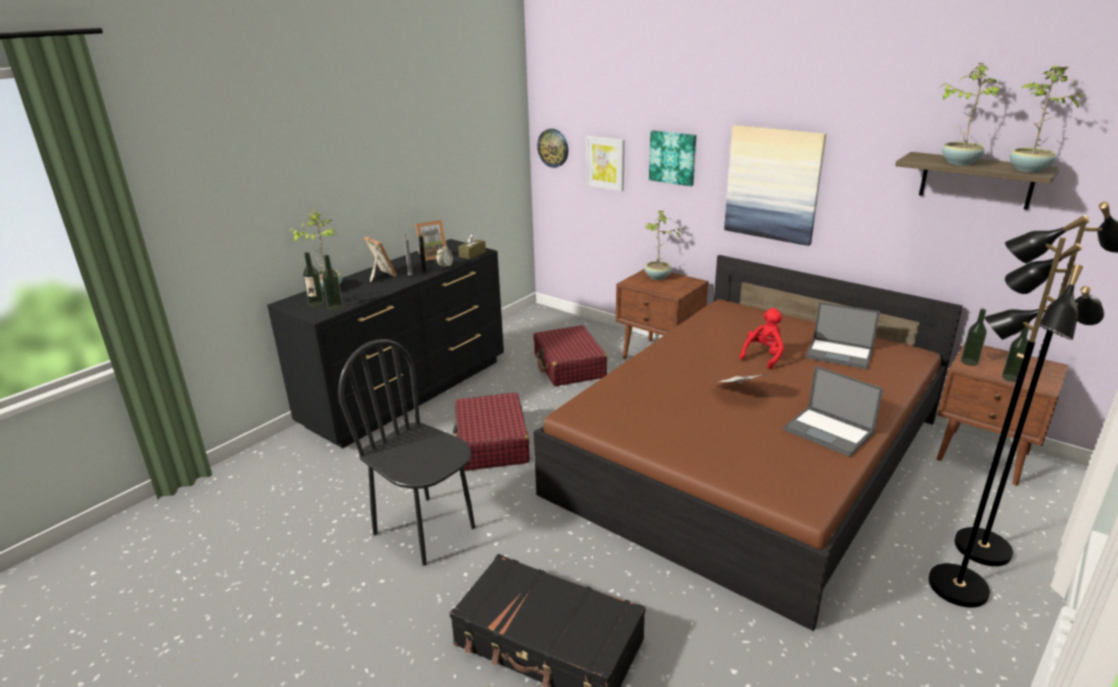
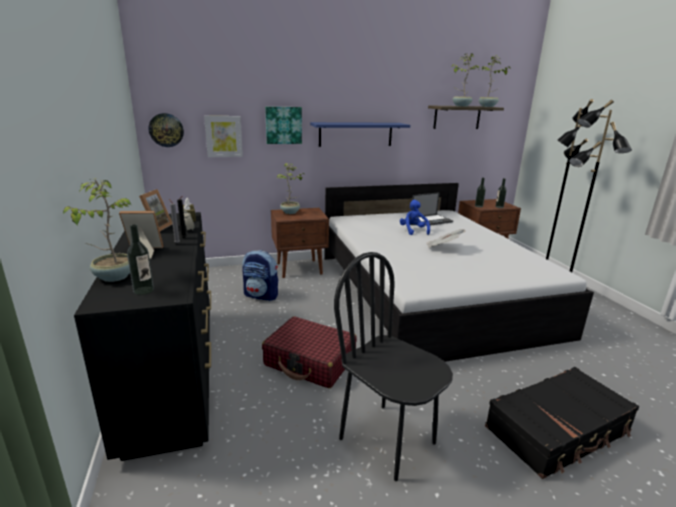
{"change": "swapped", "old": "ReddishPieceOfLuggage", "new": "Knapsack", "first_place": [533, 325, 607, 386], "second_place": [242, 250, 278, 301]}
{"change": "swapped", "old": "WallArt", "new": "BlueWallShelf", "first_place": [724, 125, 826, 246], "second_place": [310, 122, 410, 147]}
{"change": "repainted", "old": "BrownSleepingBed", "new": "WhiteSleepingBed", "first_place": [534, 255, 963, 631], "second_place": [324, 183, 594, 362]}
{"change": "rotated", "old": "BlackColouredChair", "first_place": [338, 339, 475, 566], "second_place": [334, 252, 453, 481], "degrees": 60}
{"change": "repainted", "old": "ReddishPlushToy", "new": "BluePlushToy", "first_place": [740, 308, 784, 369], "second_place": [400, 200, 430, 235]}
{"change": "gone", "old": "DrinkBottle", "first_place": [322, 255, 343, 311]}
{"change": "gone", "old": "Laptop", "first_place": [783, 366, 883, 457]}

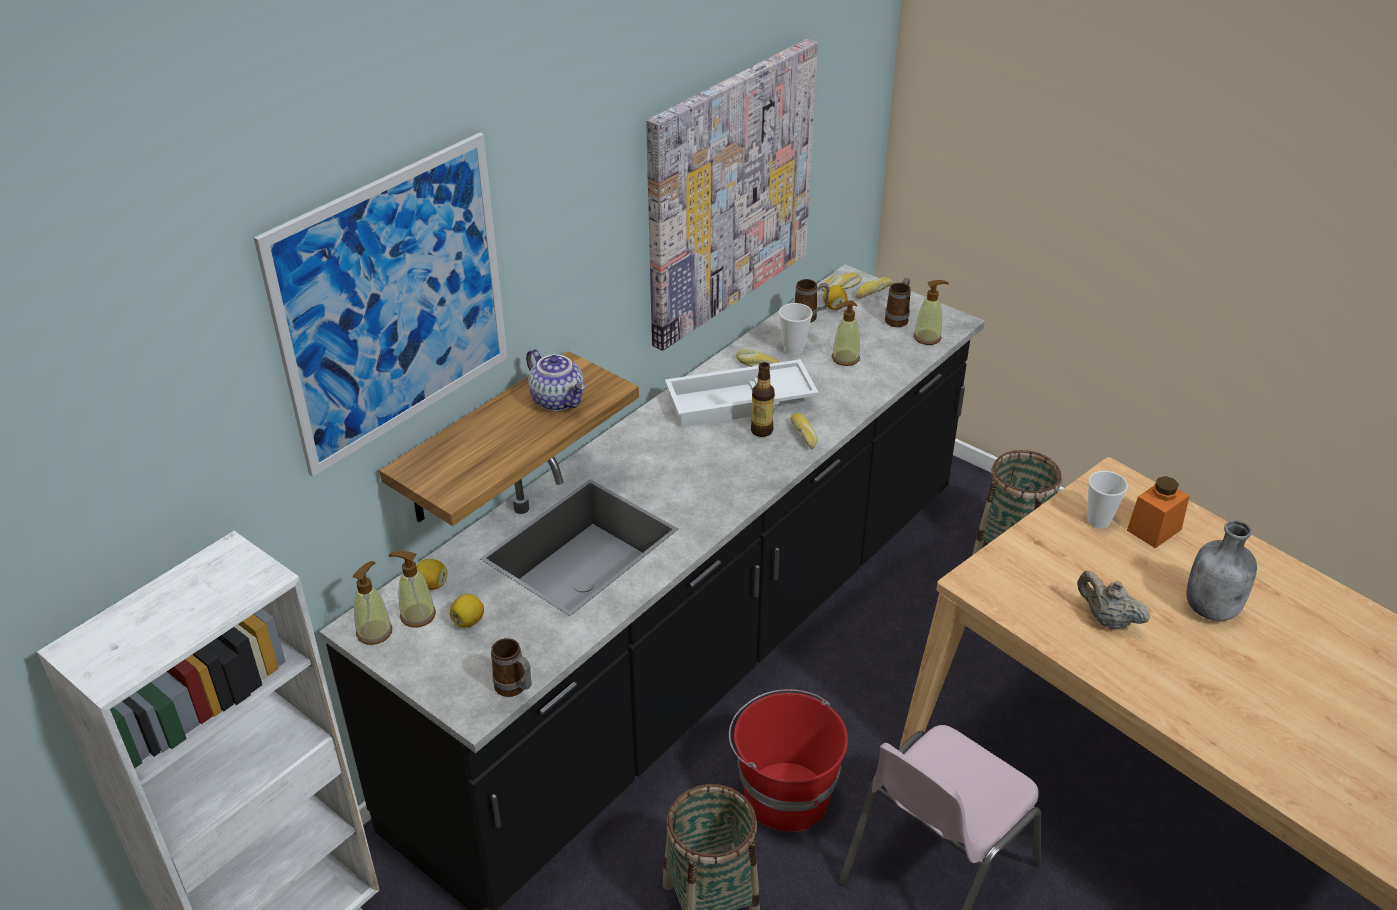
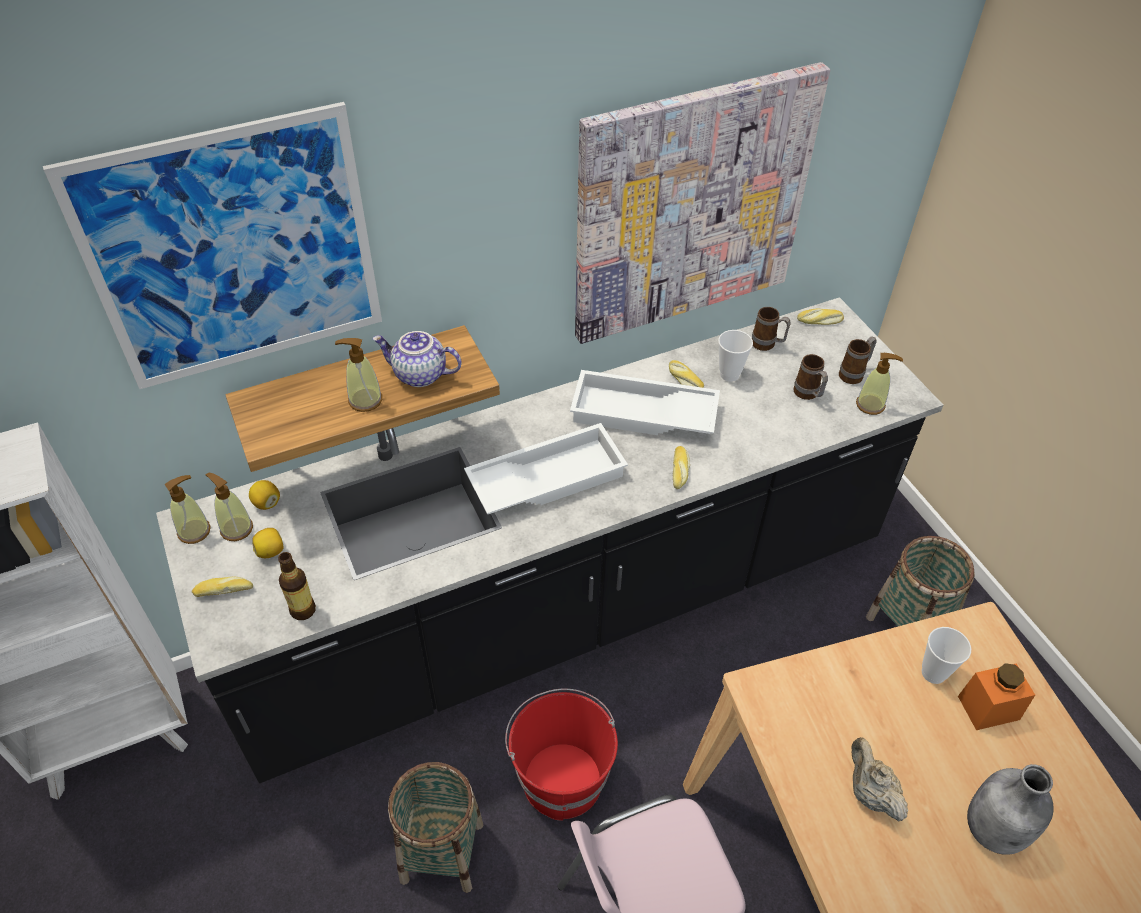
{"change": "shifted", "old": "BakedBread", "first_place": [855, 277, 893, 299], "second_place": [192, 577, 253, 597]}
{"change": "shifted", "old": "DrinkBottle", "first_place": [751, 362, 775, 437], "second_place": [278, 552, 316, 620]}
{"change": "shifted", "old": "SoapDispenser", "first_place": [832, 300, 860, 366], "second_place": [335, 338, 382, 412]}
{"change": "rotated", "old": "TeaPot", "first_place": [526, 349, 585, 411], "second_place": [372, 331, 462, 387], "degrees": 120}
{"change": "new", "new": "WhiteCarryingTray", "second_place": [464, 423, 628, 514]}
{"change": "shifted", "old": "Mug", "first_place": [491, 638, 532, 697], "second_place": [794, 354, 828, 400]}
{"change": "gone", "old": "CitrusFruit", "first_place": [823, 286, 848, 310]}

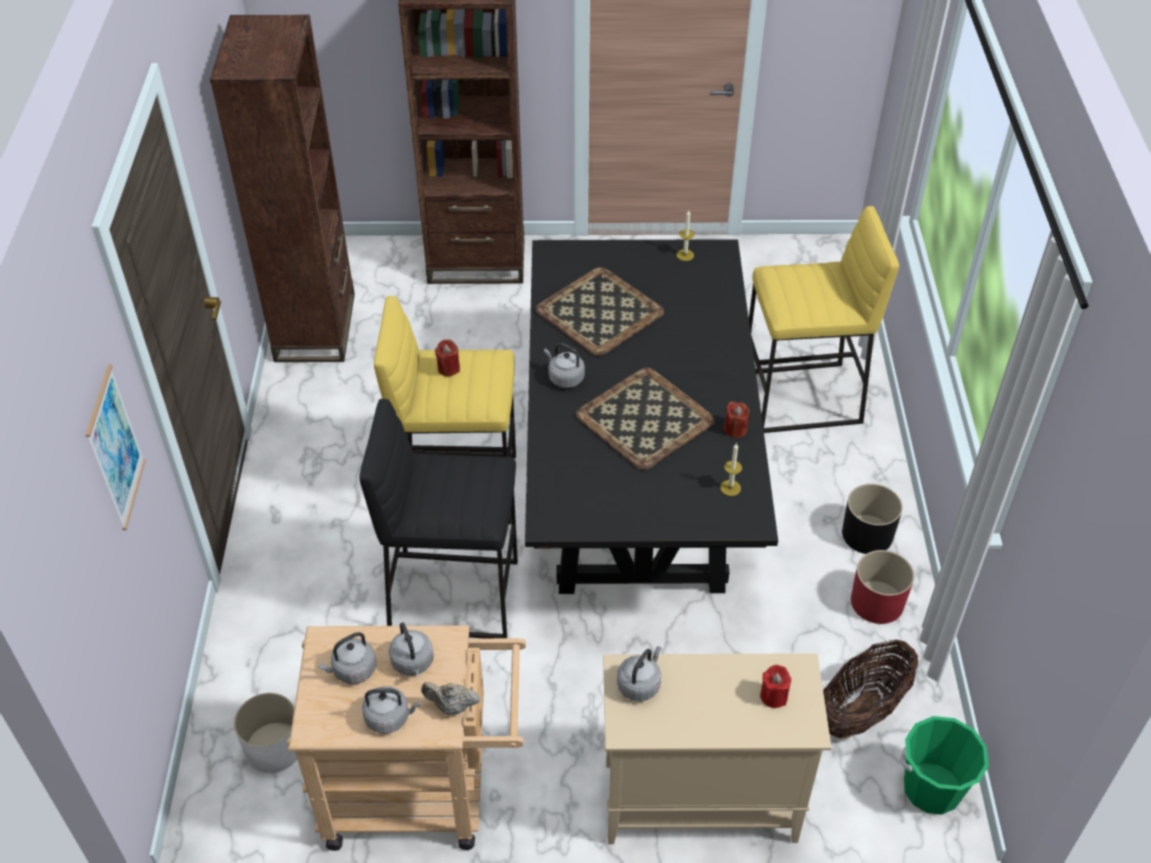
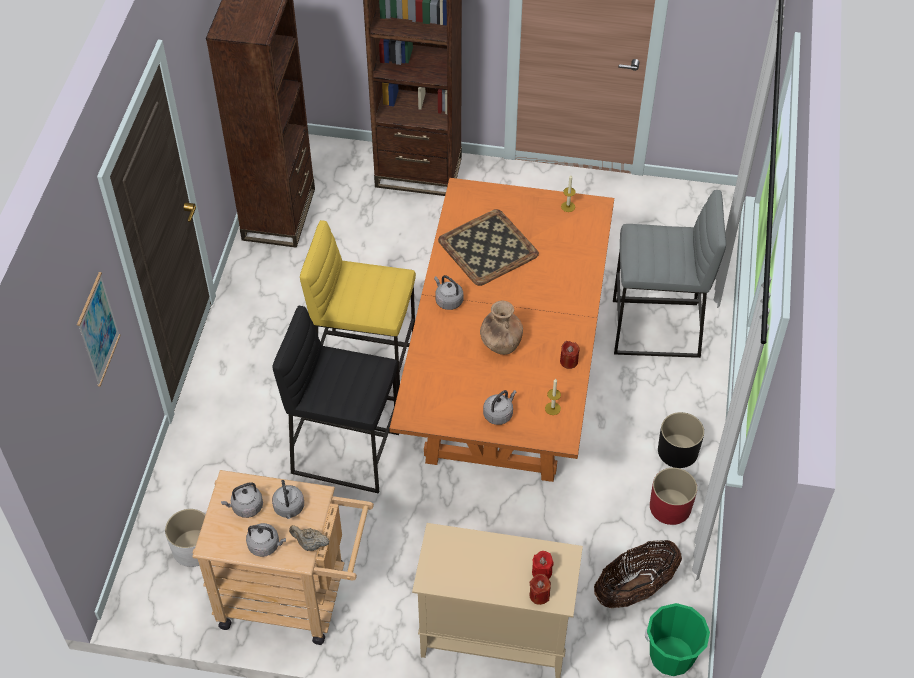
{"change": "repainted", "old": "BlackColouredKitchenTable", "new": "OrangeColouredKitchenTable", "first_place": [525, 239, 778, 594], "second_place": [389, 178, 614, 482]}
{"change": "swapped", "old": "CarryingTray", "new": "BrownFlowerVase", "first_place": [576, 367, 715, 470], "second_place": [480, 301, 523, 355]}
{"change": "shifted", "old": "GreyWaterKettle", "first_place": [617, 646, 662, 701], "second_place": [483, 390, 516, 425]}
{"change": "shifted", "old": "ReddishWaxLight", "first_place": [435, 339, 460, 376], "second_place": [530, 574, 551, 605]}
{"change": "repainted", "old": "YellowStool", "new": "GreyStool", "first_place": [749, 206, 899, 433], "second_place": [613, 190, 726, 358]}

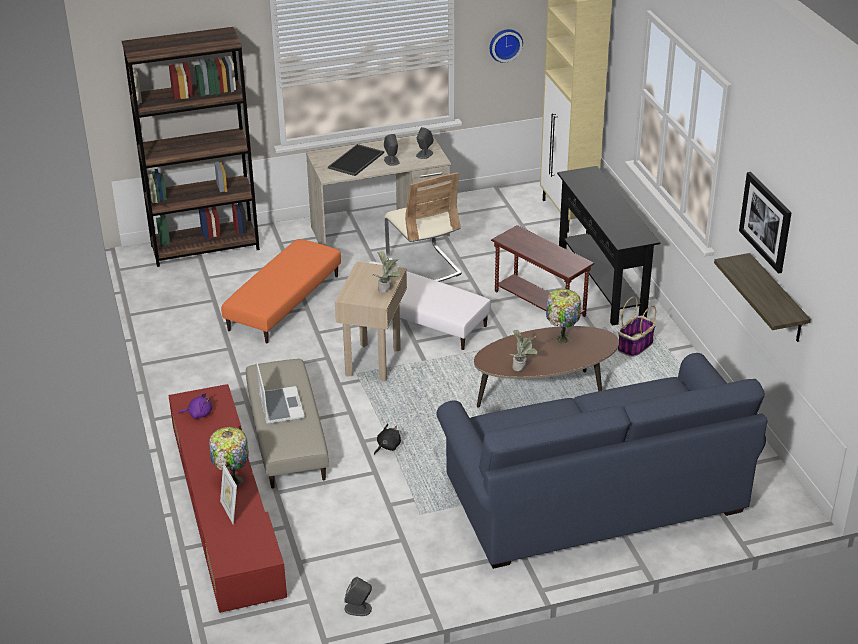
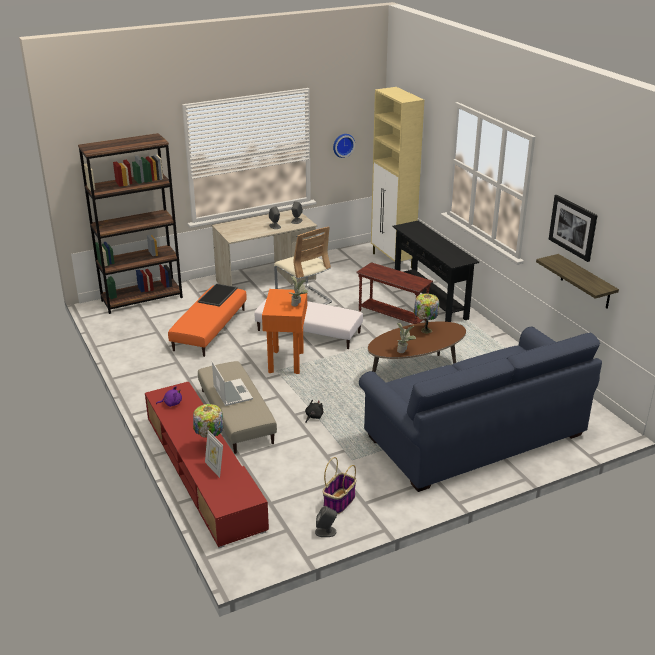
{"change": "shifted", "old": "CarryingTray", "first_place": [328, 144, 384, 176], "second_place": [198, 284, 238, 307]}
{"change": "repainted", "old": "BeigeSideTable", "new": "OrangeColouredSideTable", "first_place": [335, 262, 407, 381], "second_place": [262, 289, 307, 374]}
{"change": "shifted", "old": "StorageBasket", "first_place": [618, 297, 656, 357], "second_place": [323, 457, 356, 514]}

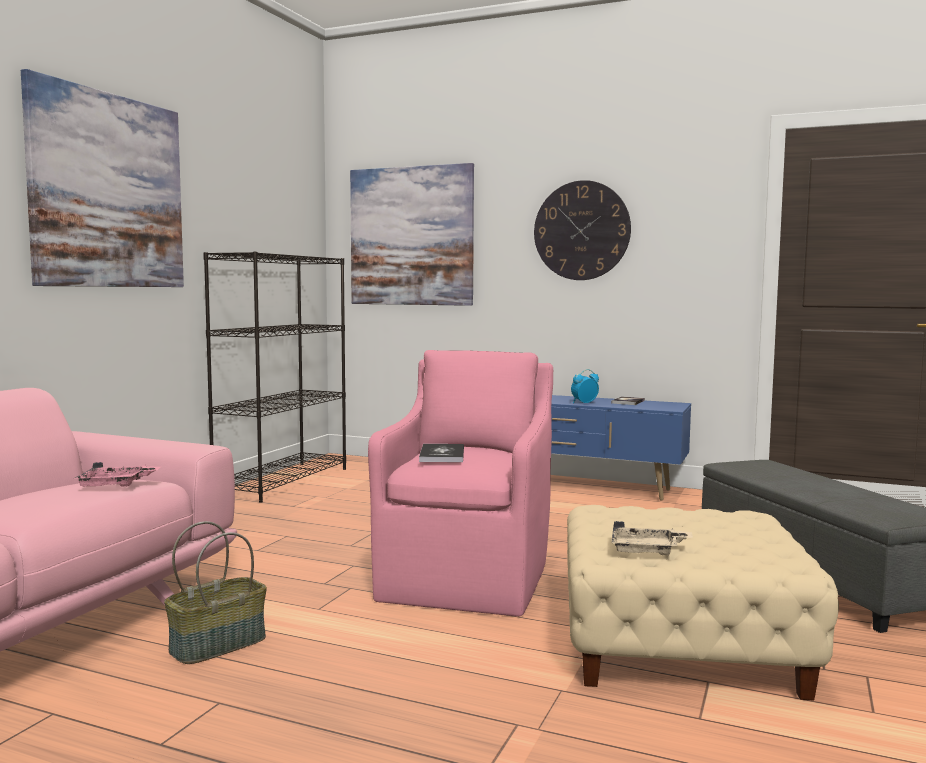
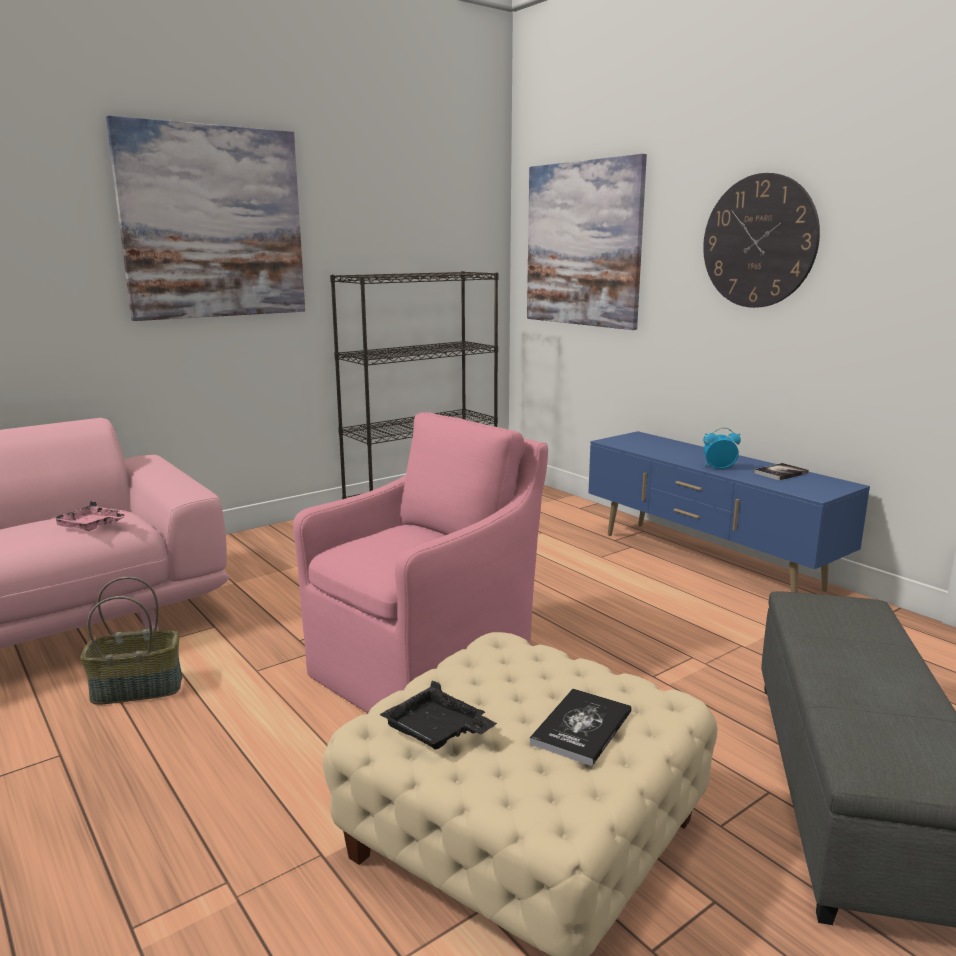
{"change": "repainted", "old": "BeigeCarryingTray", "new": "BlackColouredCarryingTray", "first_place": [612, 521, 693, 556], "second_place": [379, 680, 497, 750]}
{"change": "shifted", "old": "Book", "first_place": [419, 444, 464, 462], "second_place": [529, 689, 631, 766]}

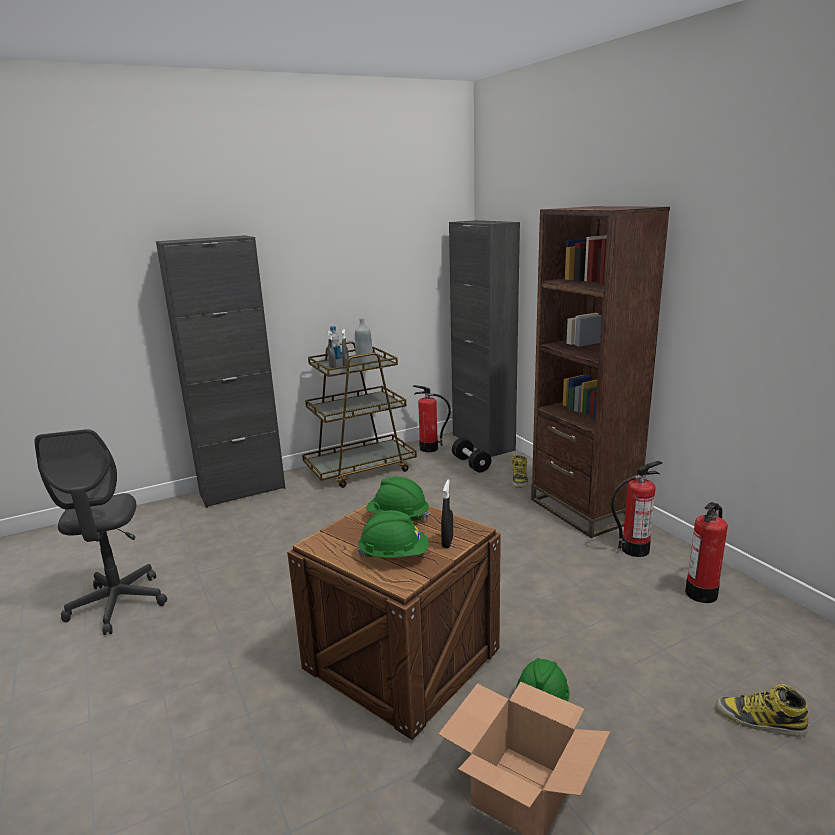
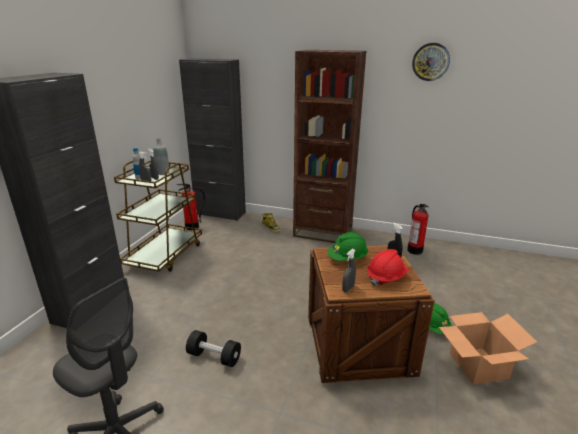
{"change": "shifted", "old": "BlackColouredDumbbell", "first_place": [452, 438, 491, 473], "second_place": [186, 330, 241, 367]}
{"change": "new", "new": "GreySprayer", "second_place": [342, 249, 356, 292]}
{"change": "repainted", "old": "GreenSafetyHelmet", "new": "ReddishSafetyHelmet", "first_place": [357, 510, 429, 558], "second_place": [367, 249, 409, 286]}
{"change": "new", "new": "ClockOnTheWall", "second_place": [412, 43, 450, 81]}
{"change": "gone", "old": "Extinguisher", "first_place": [611, 461, 662, 557]}
{"change": "gone", "old": "HighTopBoot", "first_place": [716, 684, 808, 737]}

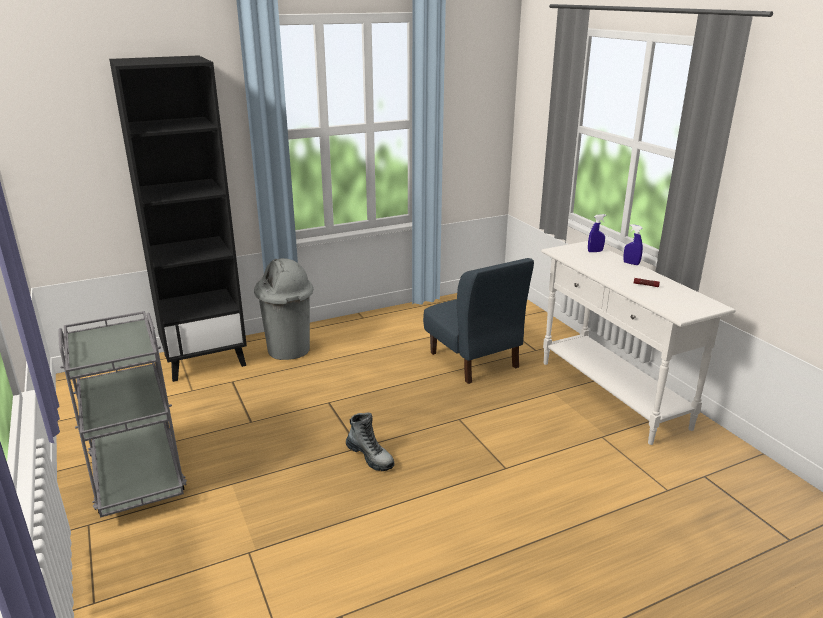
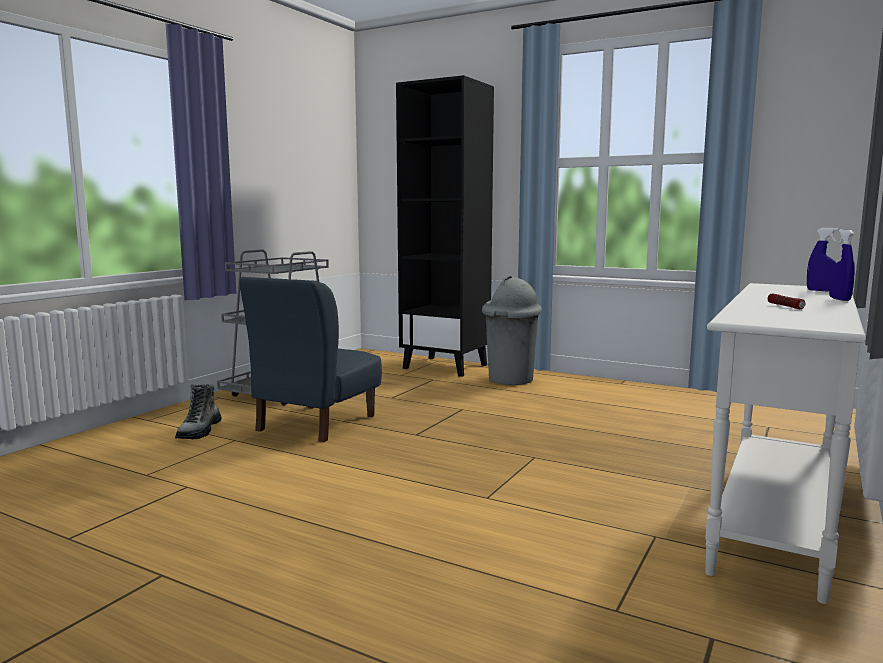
{"change": "shifted", "old": "HighTopBoot", "first_place": [346, 413, 395, 471], "second_place": [175, 384, 222, 439]}
{"change": "shifted", "old": "BlueChair", "first_place": [423, 258, 534, 384], "second_place": [239, 277, 382, 442]}

